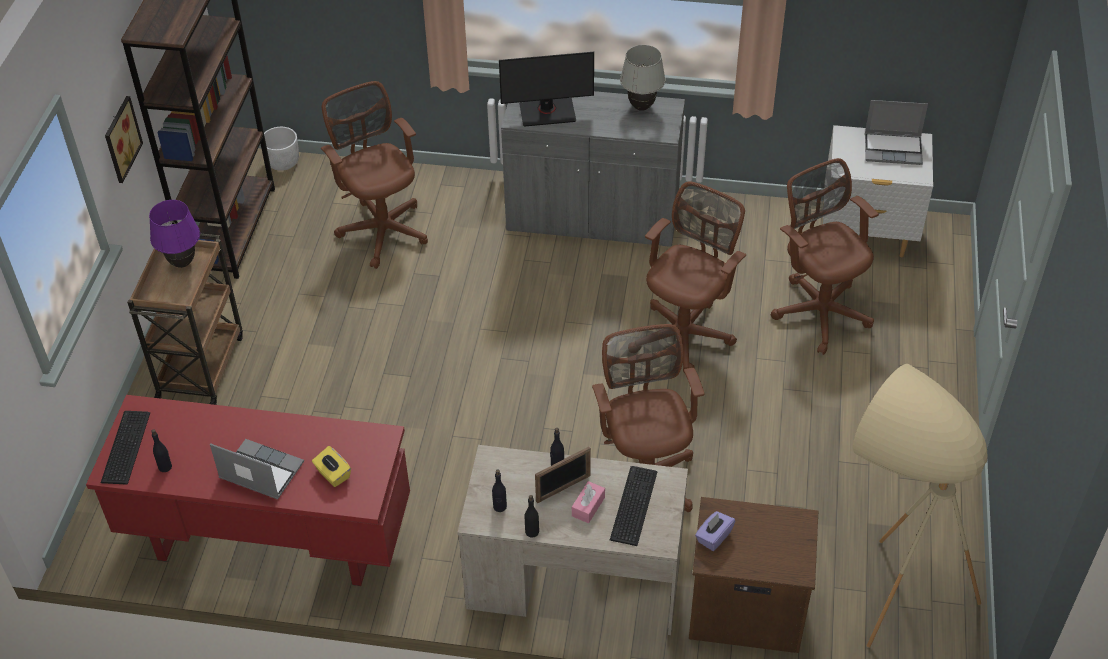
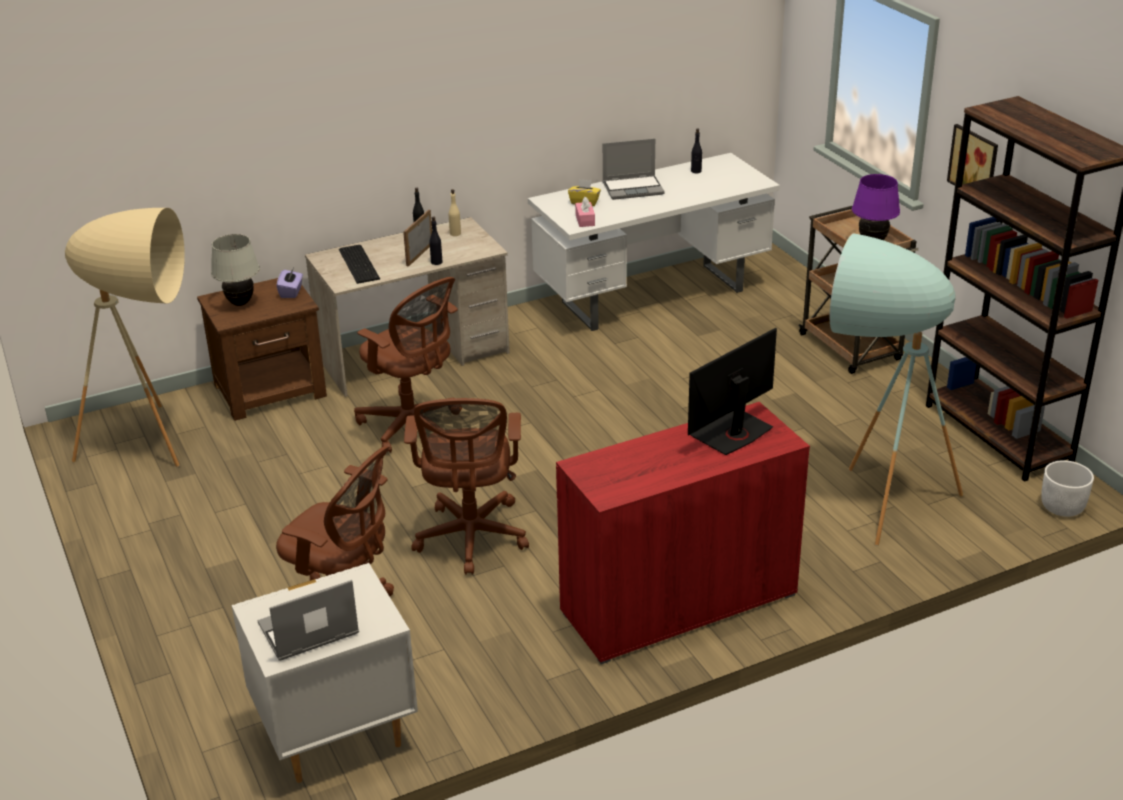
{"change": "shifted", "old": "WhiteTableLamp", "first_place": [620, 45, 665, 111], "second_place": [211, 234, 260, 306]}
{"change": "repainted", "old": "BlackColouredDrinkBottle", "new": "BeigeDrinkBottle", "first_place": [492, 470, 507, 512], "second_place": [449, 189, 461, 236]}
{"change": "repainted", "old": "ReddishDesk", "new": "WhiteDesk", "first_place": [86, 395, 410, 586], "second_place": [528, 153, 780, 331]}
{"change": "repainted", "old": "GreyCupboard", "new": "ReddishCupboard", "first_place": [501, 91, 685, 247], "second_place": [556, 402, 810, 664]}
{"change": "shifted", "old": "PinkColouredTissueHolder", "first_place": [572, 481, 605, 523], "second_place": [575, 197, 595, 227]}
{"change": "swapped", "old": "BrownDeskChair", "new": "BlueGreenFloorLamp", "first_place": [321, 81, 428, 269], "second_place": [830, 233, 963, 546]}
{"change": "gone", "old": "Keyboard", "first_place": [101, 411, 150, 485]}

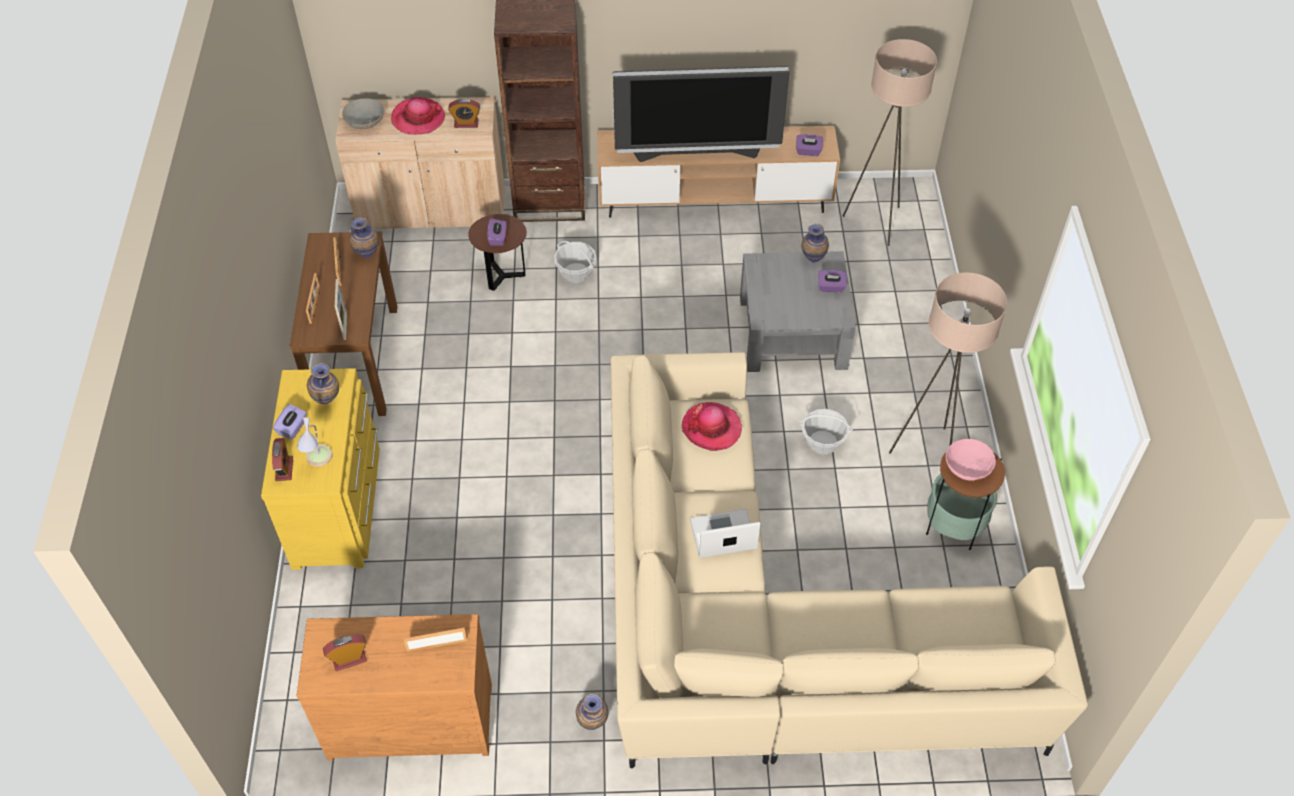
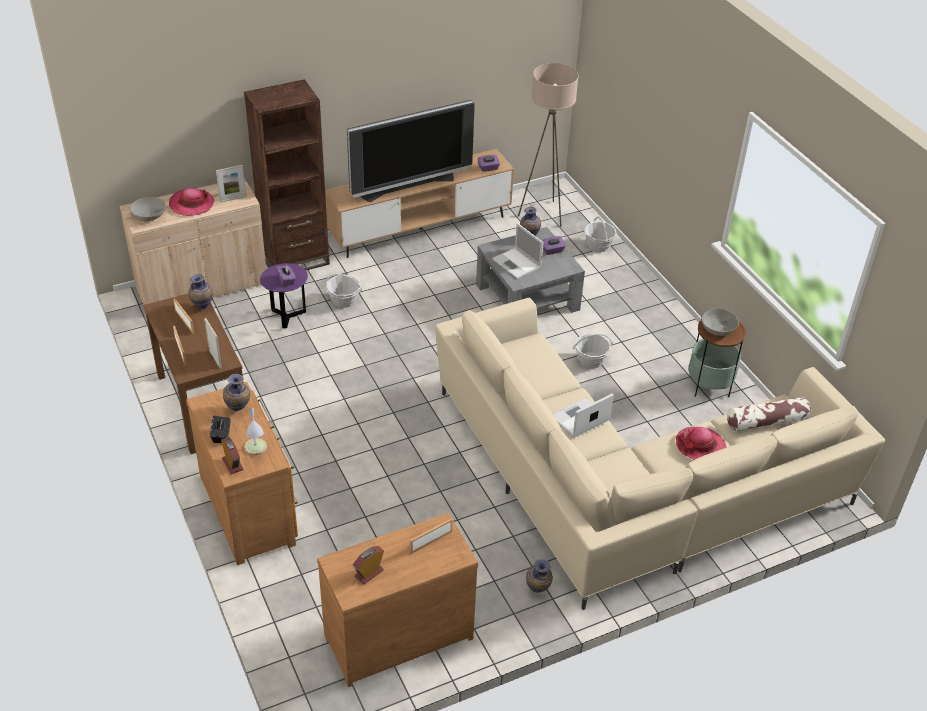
{"change": "repainted", "old": "YellowChestOfDrawers", "new": "BrownChestOfDrawers", "first_place": [261, 368, 380, 570], "second_place": [186, 382, 298, 565]}
{"change": "repainted", "old": "PurpleColouredTissueHolder", "new": "BlackColouredTissueHolder", "first_place": [273, 404, 307, 440], "second_place": [210, 416, 230, 443]}
{"change": "swapped", "old": "BedsideClock", "new": "PictureFrame", "first_place": [448, 98, 480, 128], "second_place": [216, 165, 246, 203]}
{"change": "repainted", "old": "BrownSideTable", "new": "PurpleColouredSideTable", "first_place": [468, 214, 527, 291], "second_place": [260, 263, 308, 328]}
{"change": "new", "new": "Laptop", "second_place": [492, 223, 544, 279]}
{"change": "new", "new": "StorageBasket", "second_place": [584, 216, 617, 252]}
{"change": "shifted", "old": "Hat", "first_place": [682, 402, 742, 451], "second_place": [676, 427, 727, 460]}
{"change": "repainted", "old": "PinkColouredDeepDish", "new": "GreyDeepDish", "first_place": [946, 439, 996, 481], "second_place": [702, 309, 739, 336]}
{"change": "new", "new": "Cushion", "second_place": [727, 397, 811, 431]}
{"change": "gone", "old": "BeigeFloorLamp", "first_place": [889, 272, 1007, 454]}

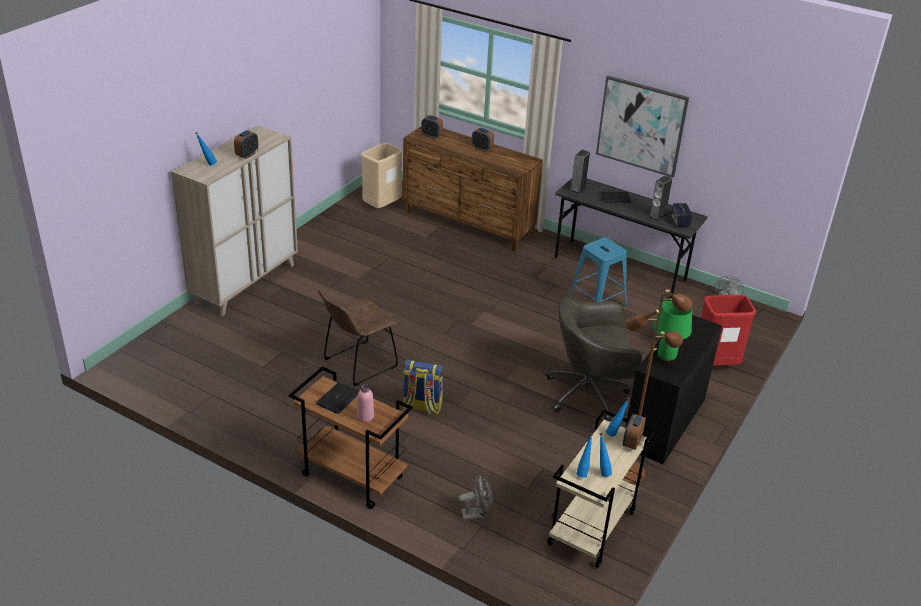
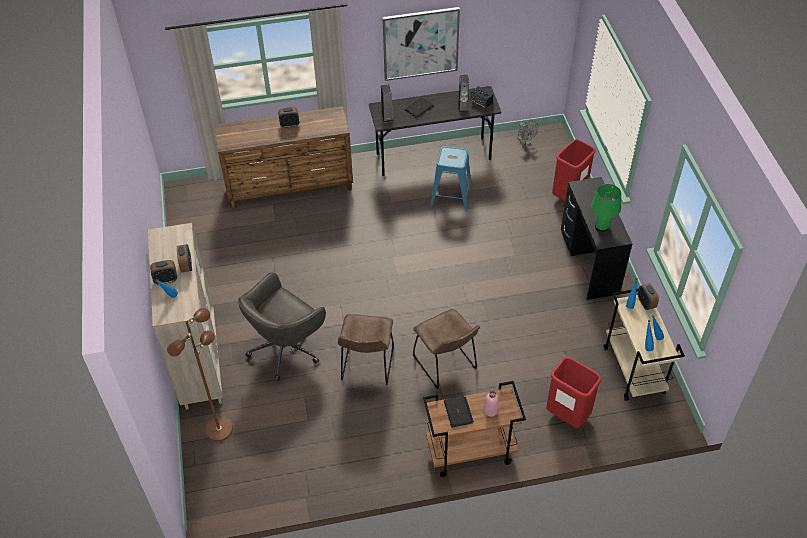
{"change": "shifted", "old": "BedsideClock", "first_place": [421, 115, 443, 139], "second_place": [150, 260, 177, 284]}
{"change": "shifted", "old": "BrownFloorLamp", "first_place": [623, 289, 692, 484], "second_place": [167, 308, 233, 442]}
{"change": "shifted", "old": "GreyDeskChair", "first_place": [546, 297, 642, 421], "second_place": [238, 272, 326, 382]}
{"change": "swapped", "old": "Knapsack", "new": "BrownChair", "first_place": [402, 360, 444, 414], "second_place": [413, 309, 480, 389]}
{"change": "swapped", "old": "GreyFan", "new": "ReddishWasteBin", "first_place": [458, 475, 492, 520], "second_place": [546, 357, 602, 428]}
{"change": "gone", "old": "BeigeWasteBin", "first_place": [361, 143, 403, 208]}

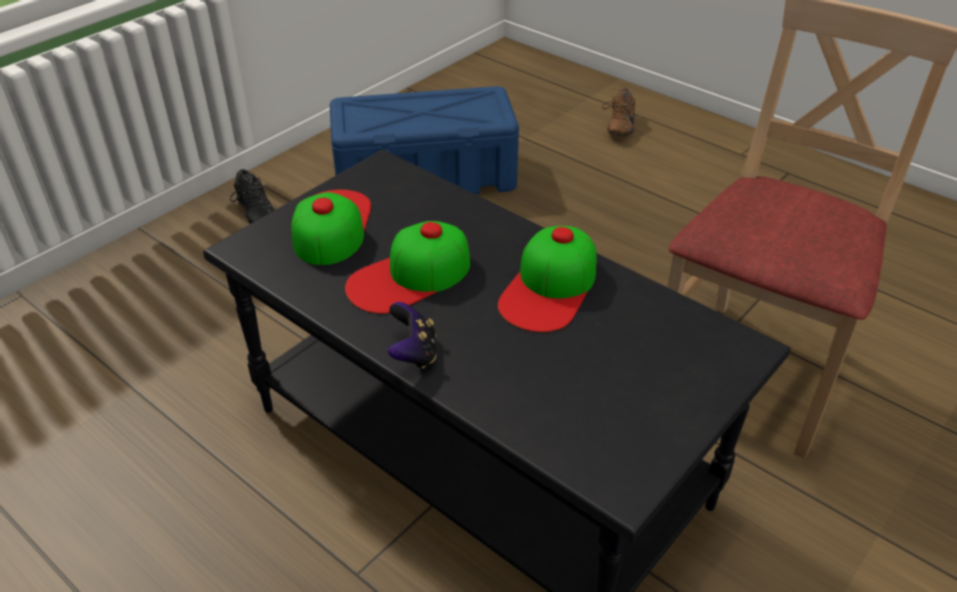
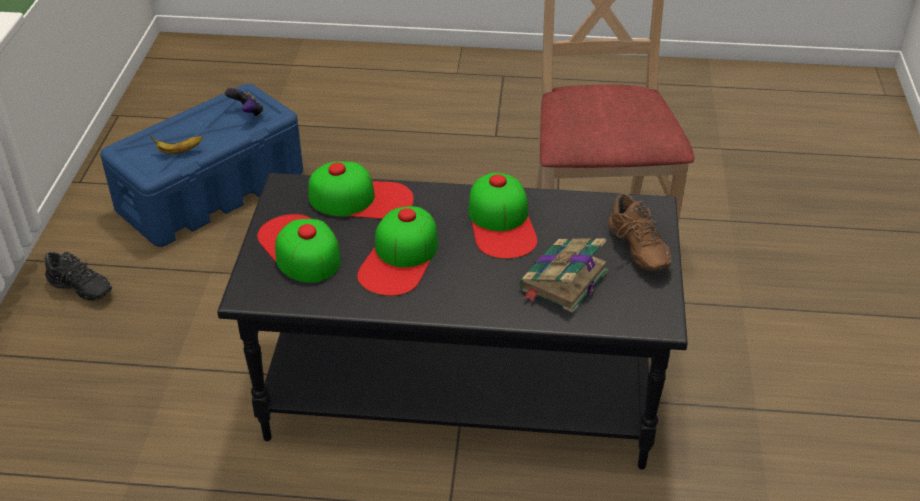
{"change": "new", "new": "BananaFruit", "second_place": [150, 136, 203, 154]}
{"change": "shifted", "old": "Joypad", "first_place": [387, 302, 436, 368], "second_place": [225, 88, 263, 116]}
{"change": "new", "new": "PeakedCap", "second_place": [308, 162, 414, 219]}
{"change": "new", "new": "Book", "second_place": [519, 238, 608, 313]}
{"change": "shifted", "old": "BrownItemOfFootwear", "first_place": [602, 88, 635, 136], "second_place": [608, 193, 671, 271]}

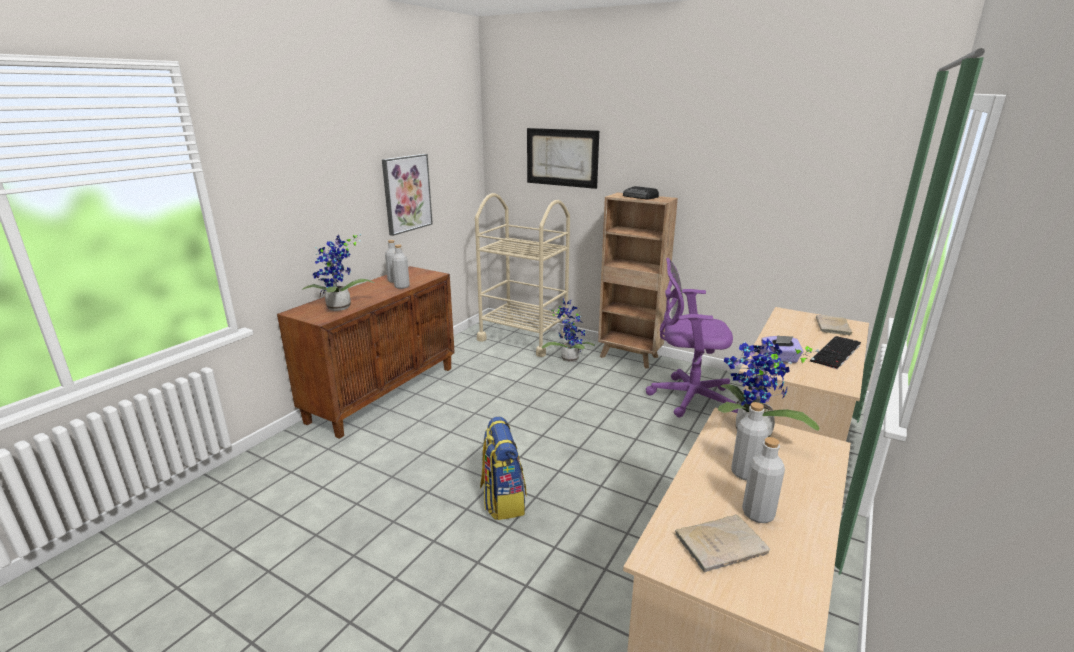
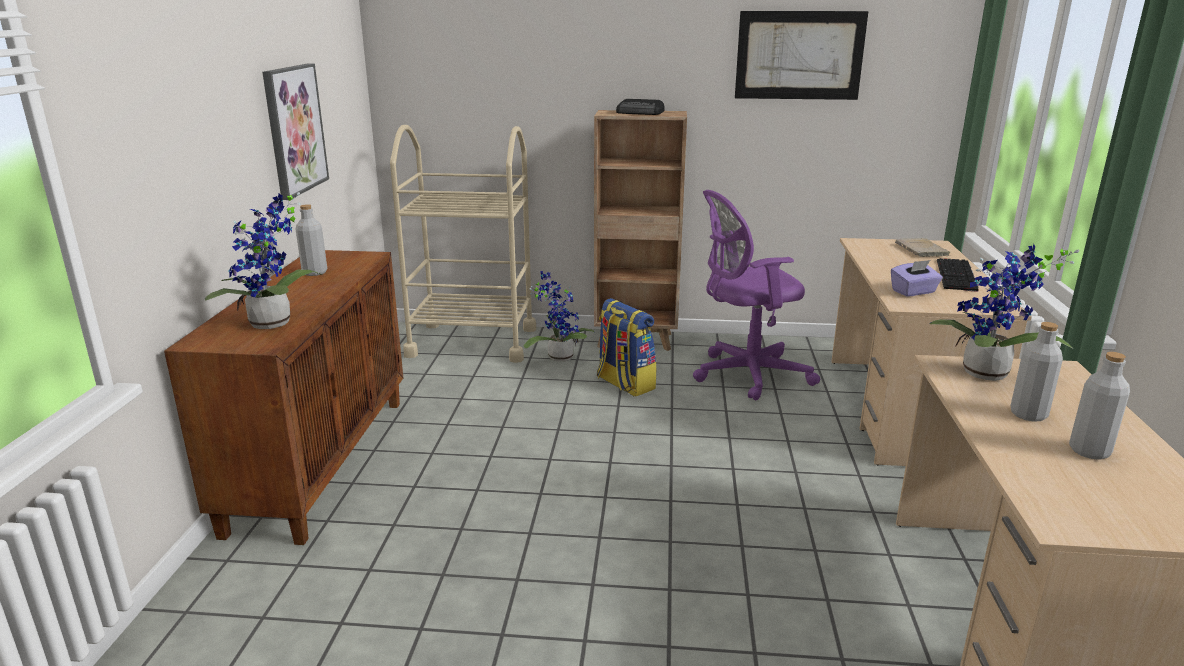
{"change": "shifted", "old": "Knapsack", "first_place": [480, 417, 527, 520], "second_place": [597, 298, 656, 397]}
{"change": "shifted", "old": "WallArt", "first_place": [527, 128, 599, 189], "second_place": [735, 11, 868, 100]}
{"change": "gone", "old": "GreyDrinkBottle", "first_place": [392, 245, 410, 289]}
{"change": "gone", "old": "BeigeBook", "first_place": [675, 514, 770, 572]}

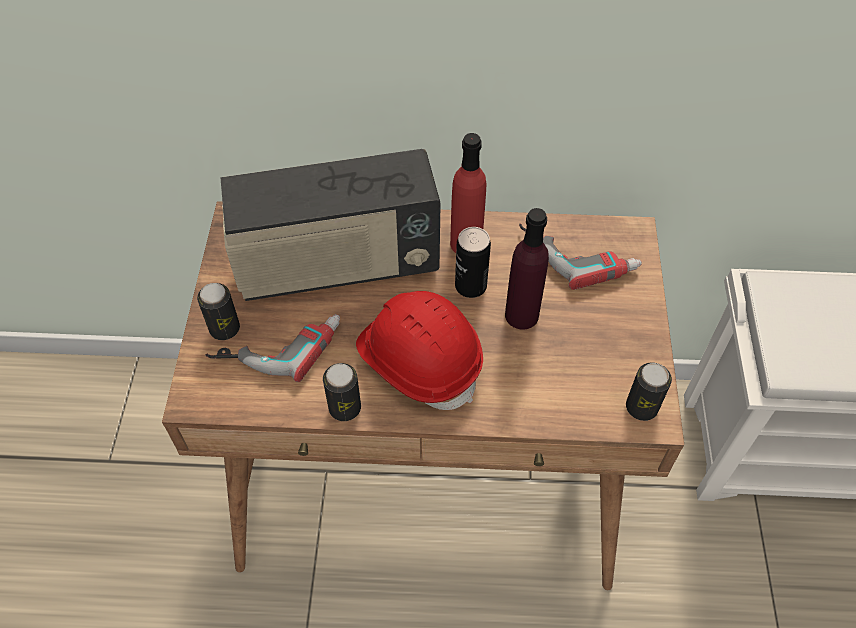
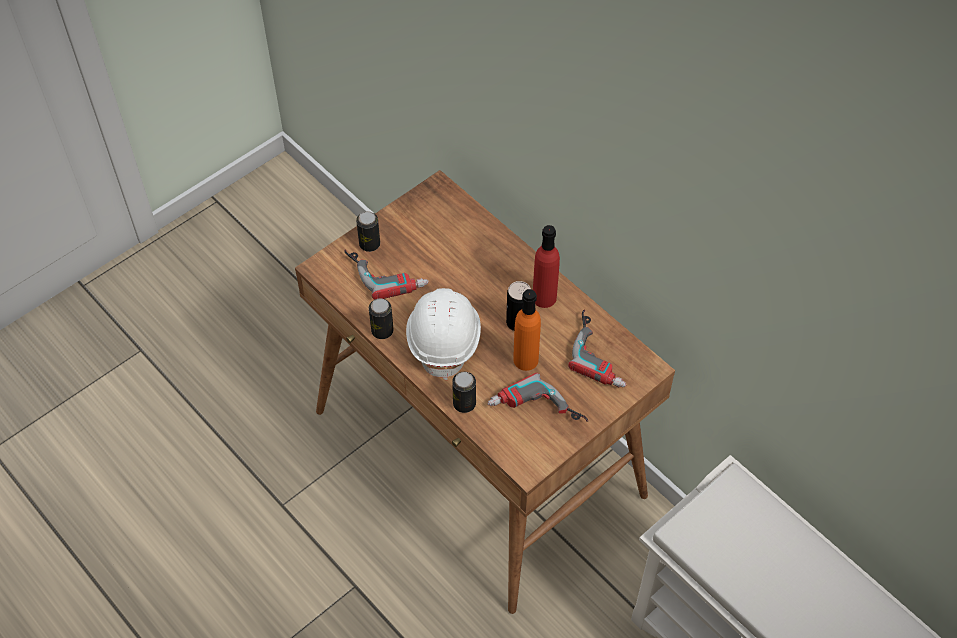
{"change": "repainted", "old": "ReddishSafetyHelmet", "new": "WhiteSafetyHelmet", "first_place": [356, 291, 483, 410], "second_place": [406, 288, 481, 380]}
{"change": "shifted", "old": "Can", "first_place": [626, 363, 672, 421], "second_place": [452, 372, 476, 413]}
{"change": "new", "new": "Drill", "second_place": [488, 373, 588, 422]}
{"change": "repainted", "old": "PurpleColouredDrinkBottle", "new": "OrangeColouredDrinkBottle", "first_place": [505, 208, 549, 330], "second_place": [513, 289, 541, 371]}
{"change": "gone", "old": "RadioSet", "first_place": [220, 149, 441, 301]}

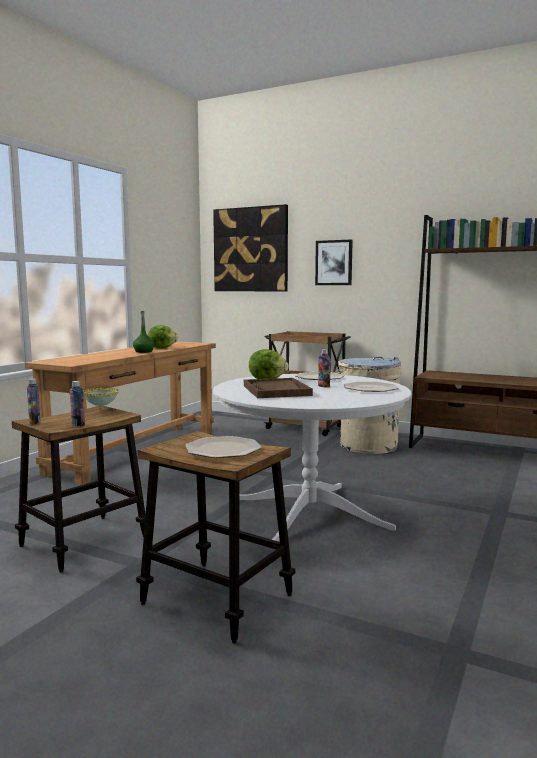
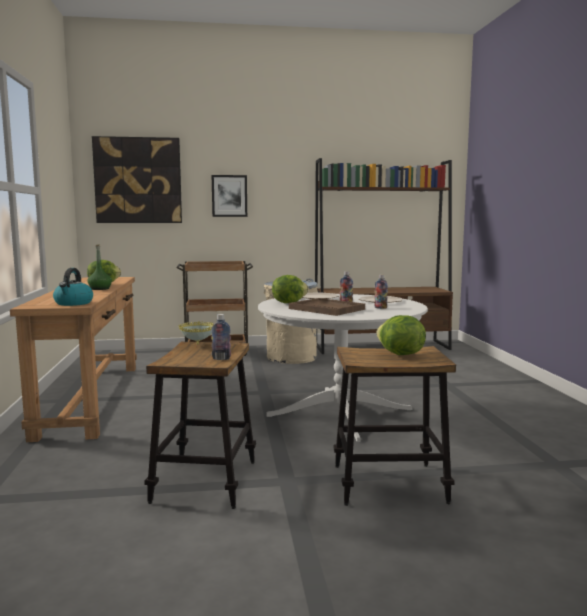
{"change": "new", "new": "WaterKettle", "second_place": [53, 268, 93, 306]}
{"change": "shifted", "old": "DrinkBottle", "first_place": [27, 378, 41, 424], "second_place": [374, 275, 388, 309]}
{"change": "swapped", "old": "DinnerPlate", "new": "LettuceHead", "first_place": [185, 436, 261, 458], "second_place": [376, 315, 426, 355]}

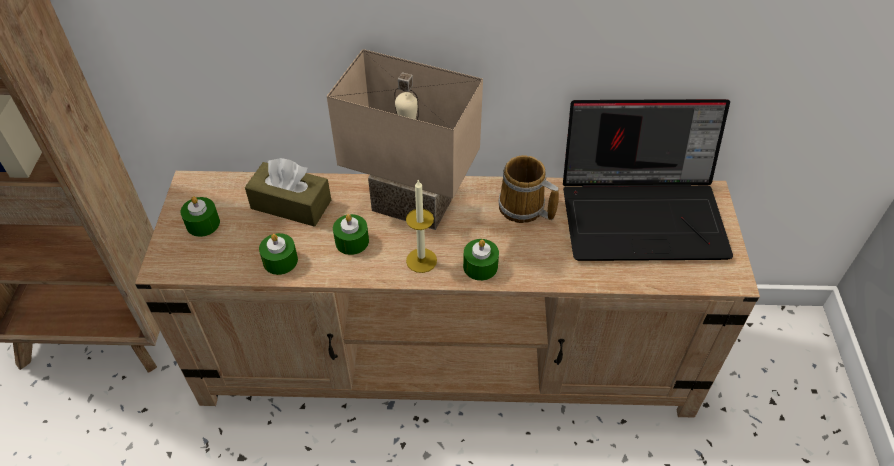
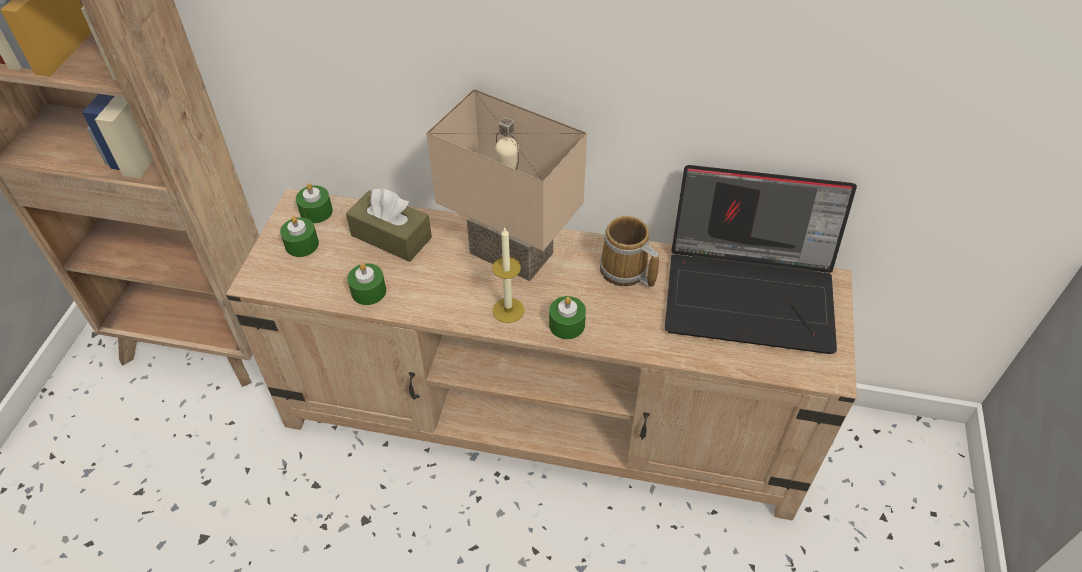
{"change": "shifted", "old": "GreenWaxLight", "first_place": [333, 214, 369, 255], "second_place": [296, 183, 333, 223]}

